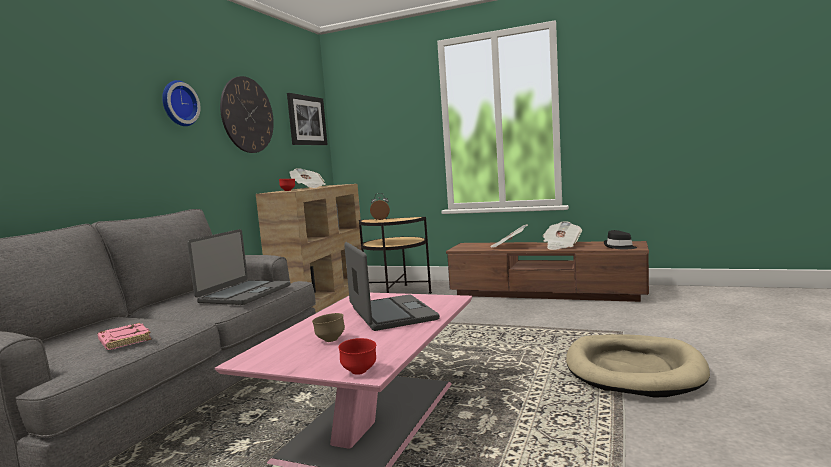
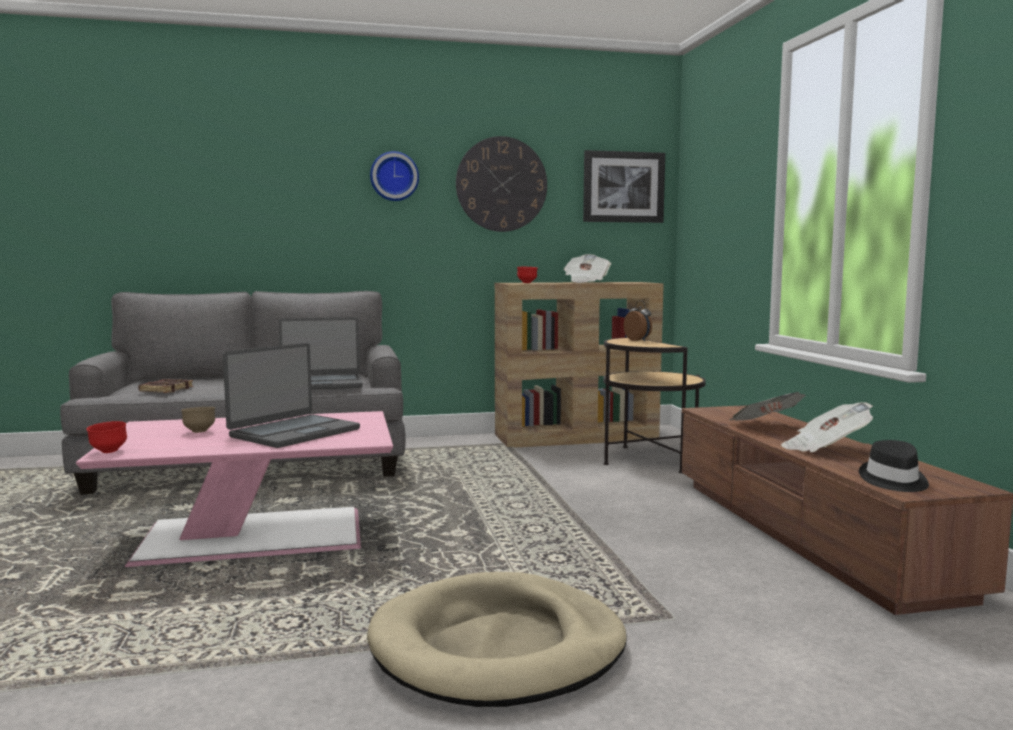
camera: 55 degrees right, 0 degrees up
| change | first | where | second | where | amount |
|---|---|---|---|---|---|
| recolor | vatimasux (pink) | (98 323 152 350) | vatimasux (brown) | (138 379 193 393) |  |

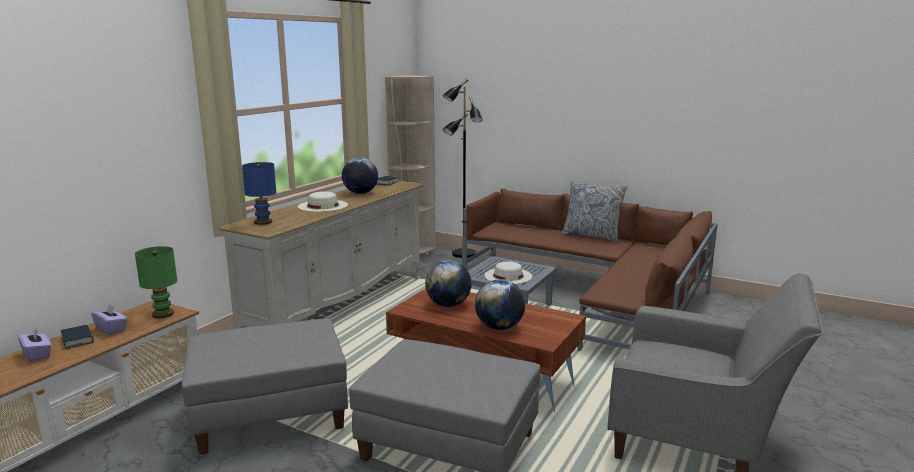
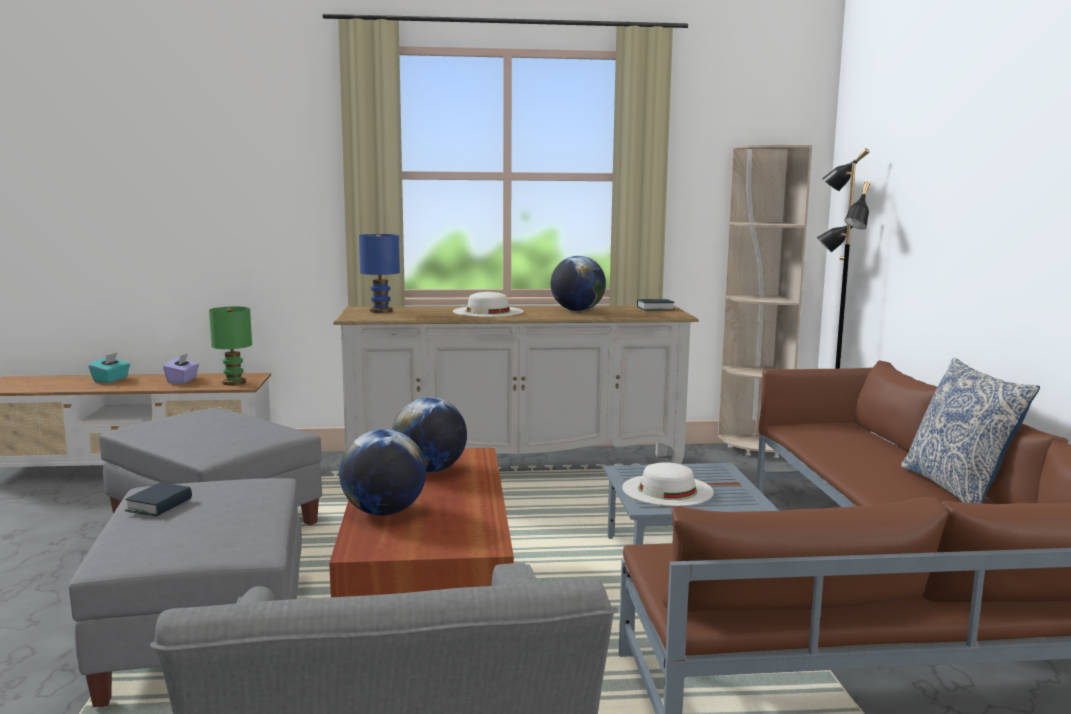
camera: 55 degrees right, 5 degrees down
| change | first | where | second | where | amount |
|---|---|---|---|---|---|
| recolor | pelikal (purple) | (18 328 51 363) | pelikal (turquoise) | (89 352 130 383) |  |
| move | vatimasux | (61 325 94 349) |  | (125 482 192 516) |  |

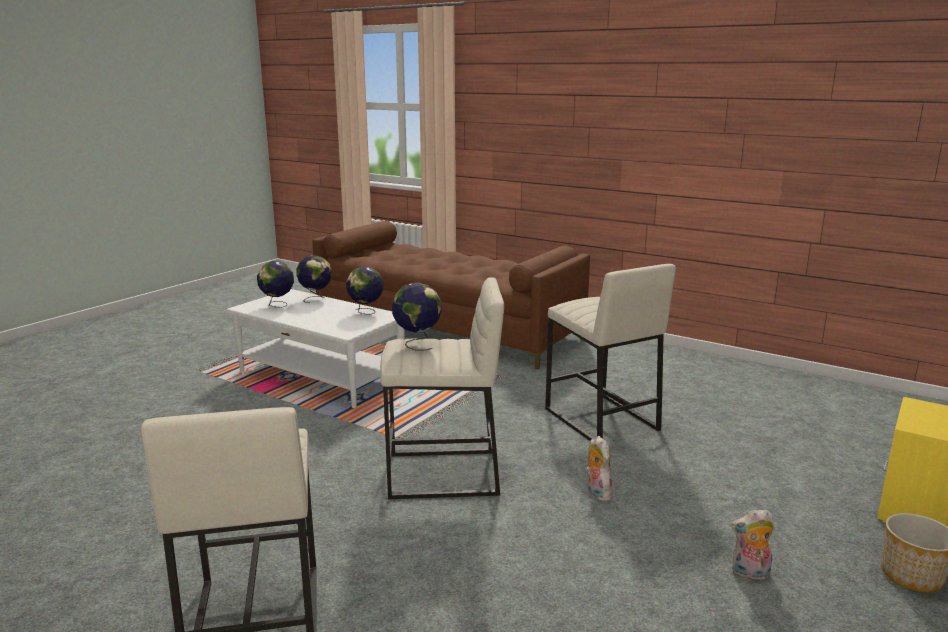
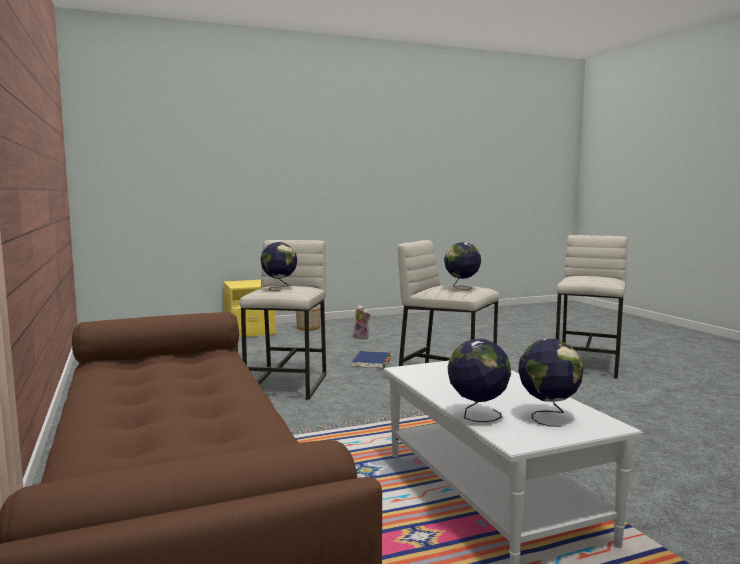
camera: 145 degrees left, 10 degrees down
| change | first | where | second | where | amount |
|---|---|---|---|---|---|
| move | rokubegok | (346 267 383 315) |  | (261 242 297 291) |  |
| replace | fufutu | (585 436 613 501) | vatimasux (blue) | (352 351 391 368) |  |

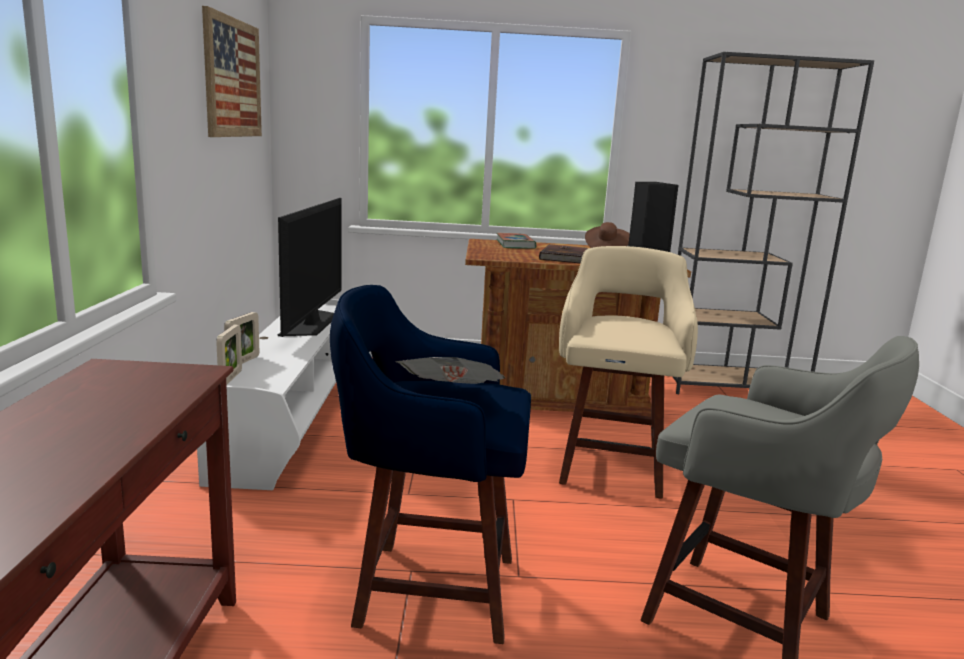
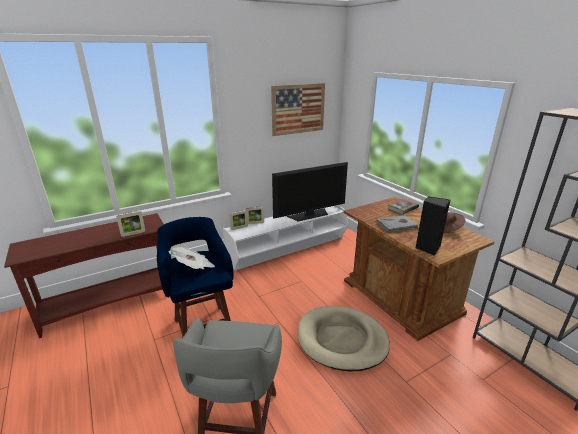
camera: 60 degrees right, 10 degrees up
| change | first | where | second | where | amount |
|---|---|---|---|---|---|
| recolor | vatimasux (brown) | (539 244 588 263) | vatimasux (grey) | (376 215 420 233) |  |
| replace | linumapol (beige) | (559 246 698 498) | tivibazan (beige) | (298 306 390 372) |  |
| insert |  |  | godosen | (117 211 145 237) |  |

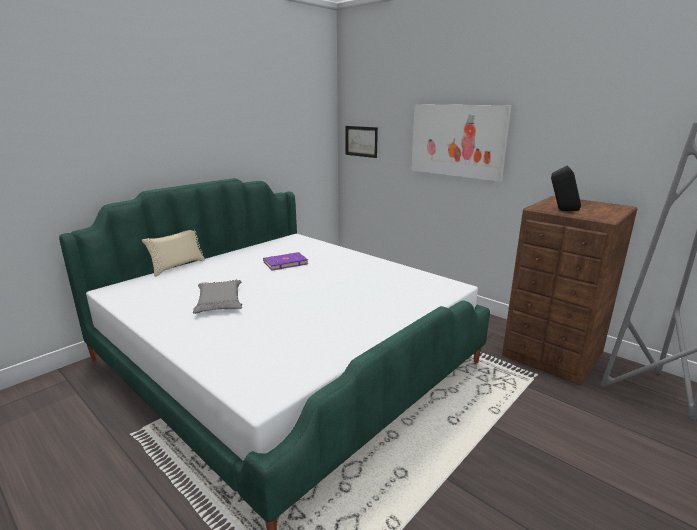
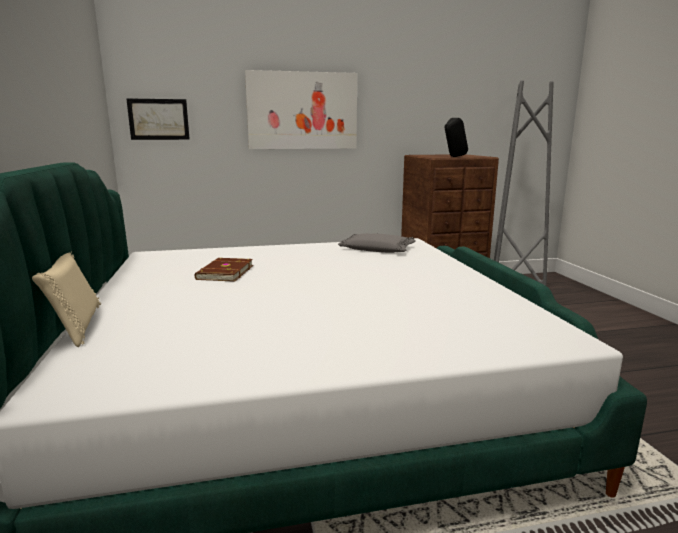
camera: 55 degrees left, 5 degrees down
| change | first | where | second | where | amount |
|---|---|---|---|---|---|
| move | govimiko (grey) | (193 279 242 314) |  | (338 233 416 253) |  |
| recolor | vatimasux (purple) | (263 252 308 271) | vatimasux (brown) | (195 258 253 282) |  |

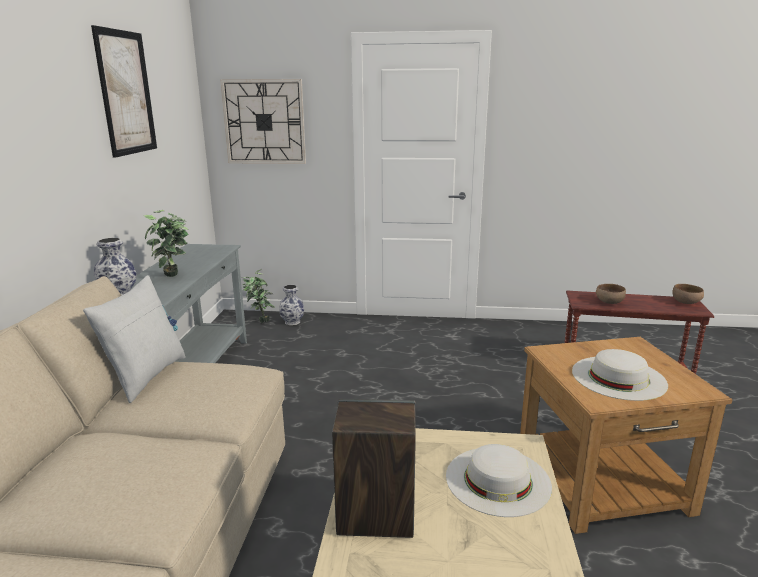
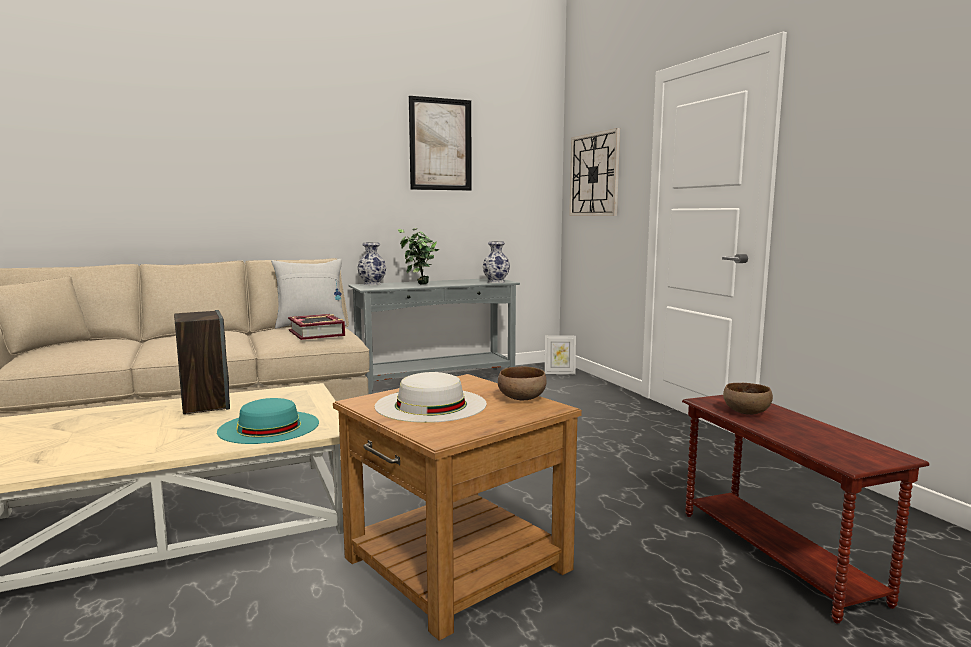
camera: 60 degrees right, 10 degrees down
| change | first | where | second | where | amount |
|---|---|---|---|---|---|
| replace | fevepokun | (242 269 275 323) | godosen | (545 335 576 374) |  |
| move | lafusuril | (279 285 304 325) |  | (483 241 510 283) |  |
| recolor | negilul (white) | (446 444 552 517) | negilul (turquoise) | (217 398 319 444) |  |
| move | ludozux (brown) | (672 284 704 304) |  | (498 366 546 400) |  |
| insert |  |  | vatimasux | (288 314 345 340) |  |

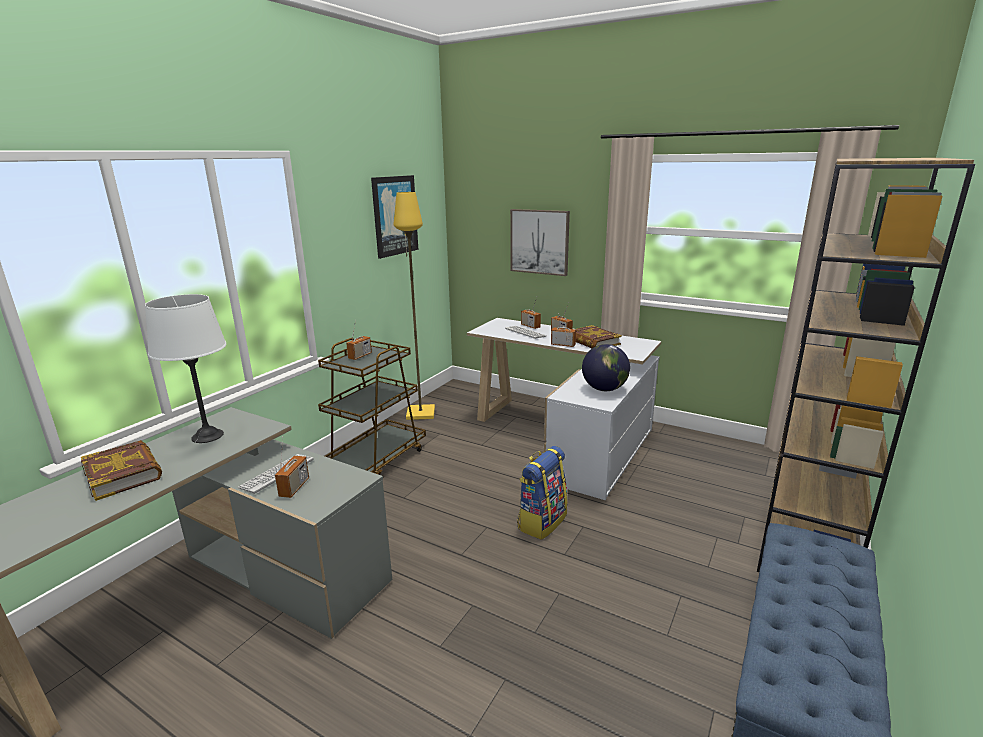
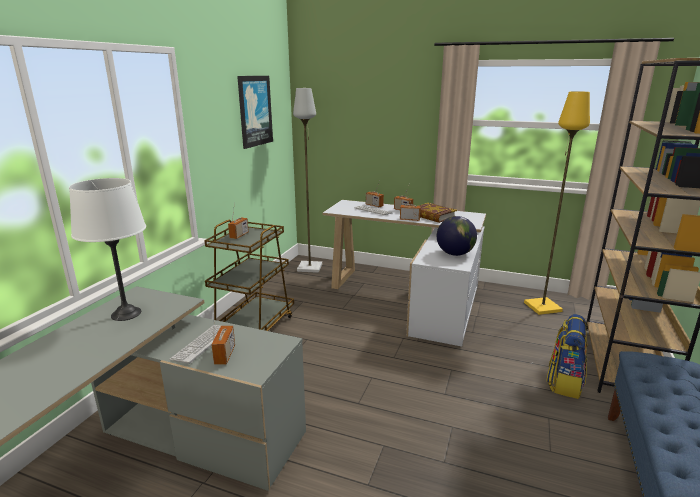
camera: 10 degrees left, 0 degrees up
| change | first | where | second | where | amount |
|---|---|---|---|---|---|
| delete | vatimasux | (81 440 162 501) |  |  |  |
| move | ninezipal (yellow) | (394 192 435 420) |  | (524 91 590 315) |  |
| delete | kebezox | (510 209 570 276) |  |  |  |
| move | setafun | (517 446 568 540) |  | (546 314 588 399) |  |
| insert |  |  | ninezipal (grey) | (293 88 322 273) |  |

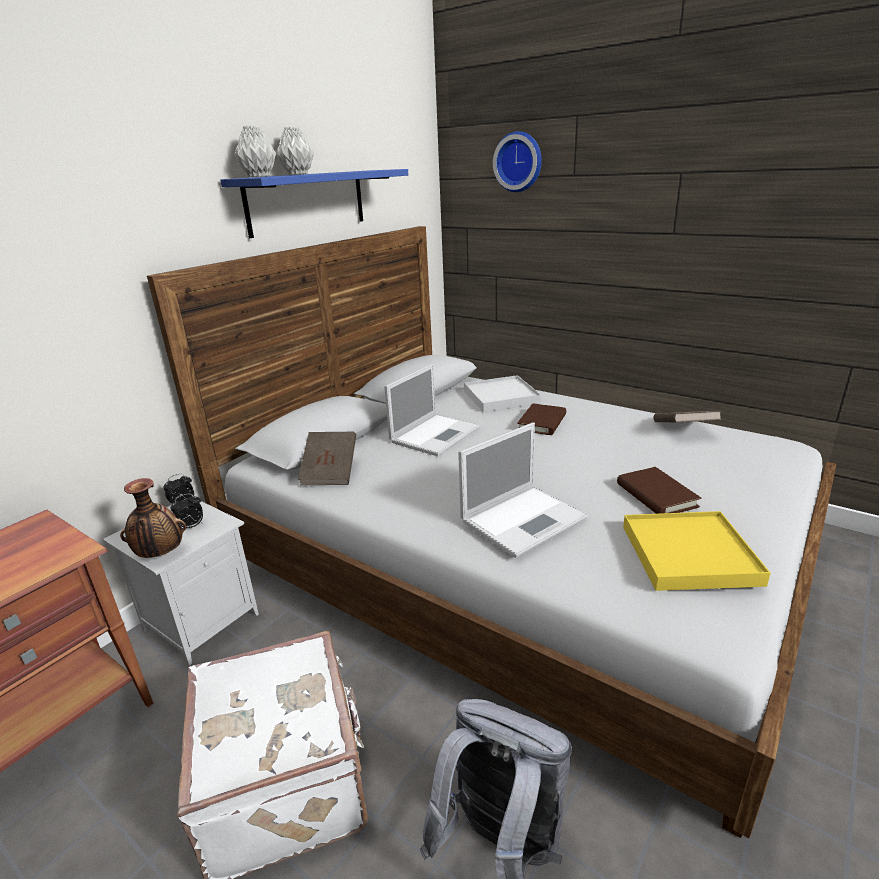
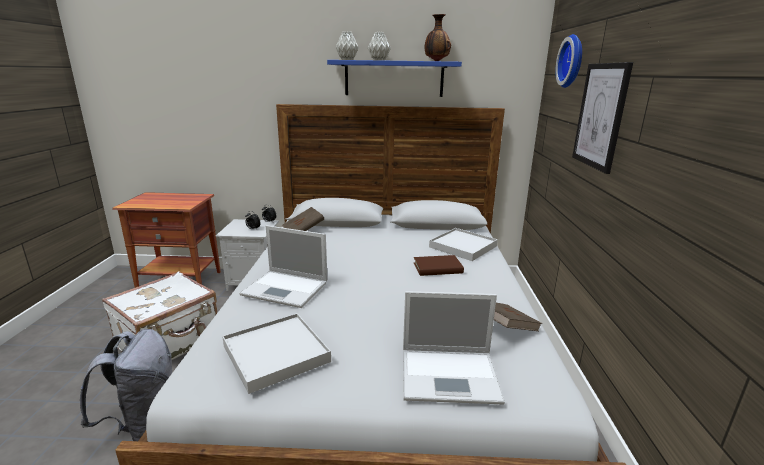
camera: 55 degrees right, 5 degrees down
| change | first | where | second | where | amount |
|---|---|---|---|---|---|
| move | lafusuril | (120 478 186 558) |  | (425 14 451 61) |  |
| move | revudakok | (384 364 480 456) |  | (403 291 505 405) |  |
| delete | vatimasux (brown) | (617 467 701 514) |  |  |  |
| recolor | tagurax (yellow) | (623 511 770 591) | tagurax (white) | (222 313 331 394) |  |
| insert |  |  | kebezox | (572 62 633 174) |  |

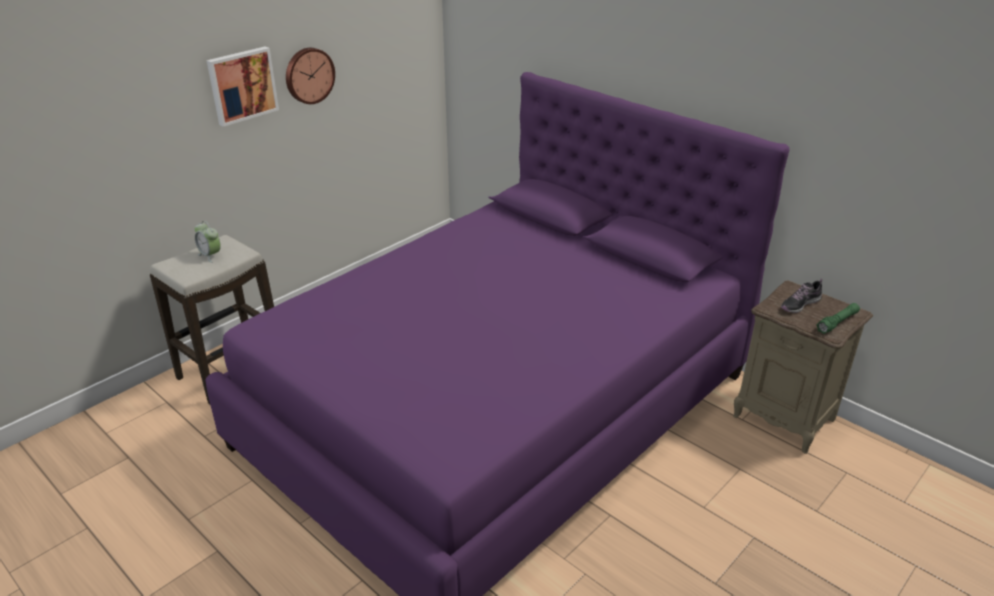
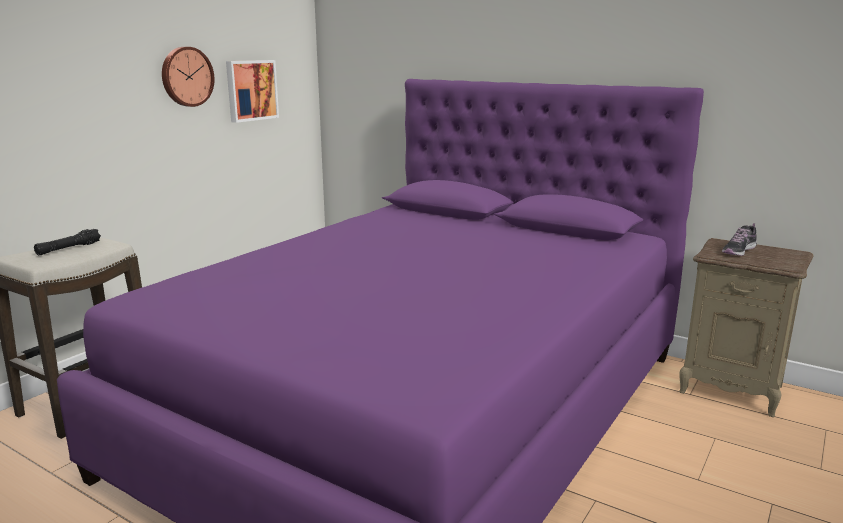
camera: 10 degrees left, 15 degrees down
| change | first | where | second | where | amount |
|---|---|---|---|---|---|
| replace | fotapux | (194 221 221 263) | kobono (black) | (34 229 101 255) |  |
| move | kebezox | (206 47 279 127) |  | (226 60 279 123) |  |
| delete | kobono (green) | (816 303 860 334) |  |  |  |

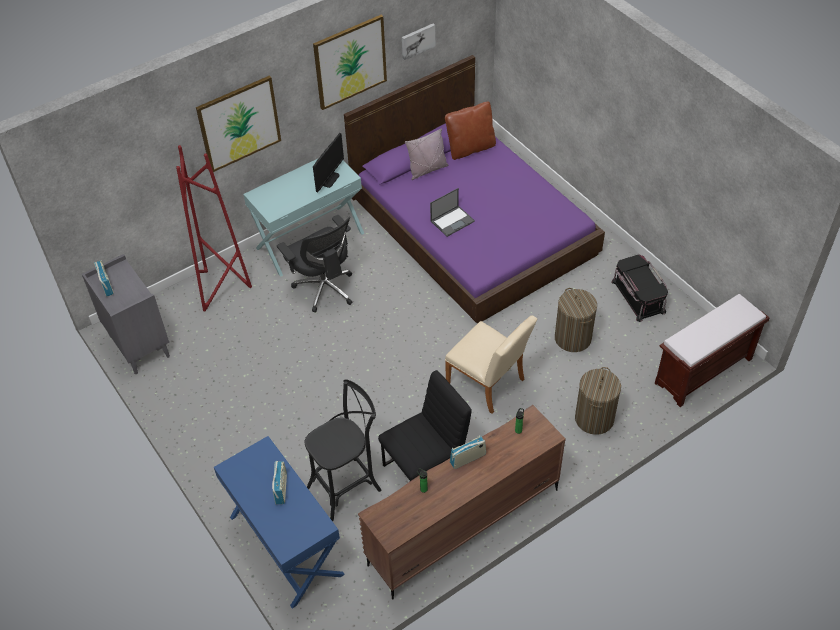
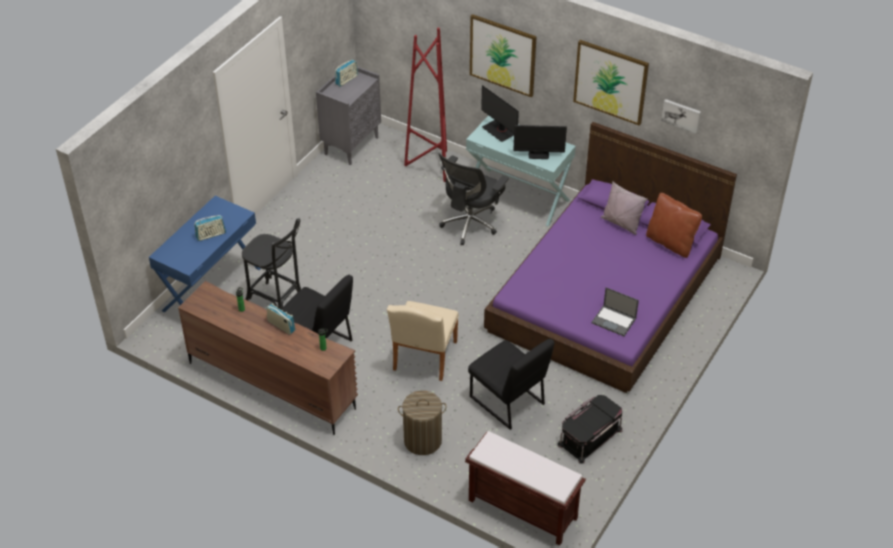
camera: 65 degrees right, 5 degrees down
| change | first | where | second | where | amount |
|---|---|---|---|---|---|
| move | revudakok | (430 188 475 237) |  | (592 287 639 336) |  |
| replace | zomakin | (555 288 597 352) | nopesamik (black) | (468 339 555 430) |  |
| insert |  |  | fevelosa | (481 85 519 142) |  |

